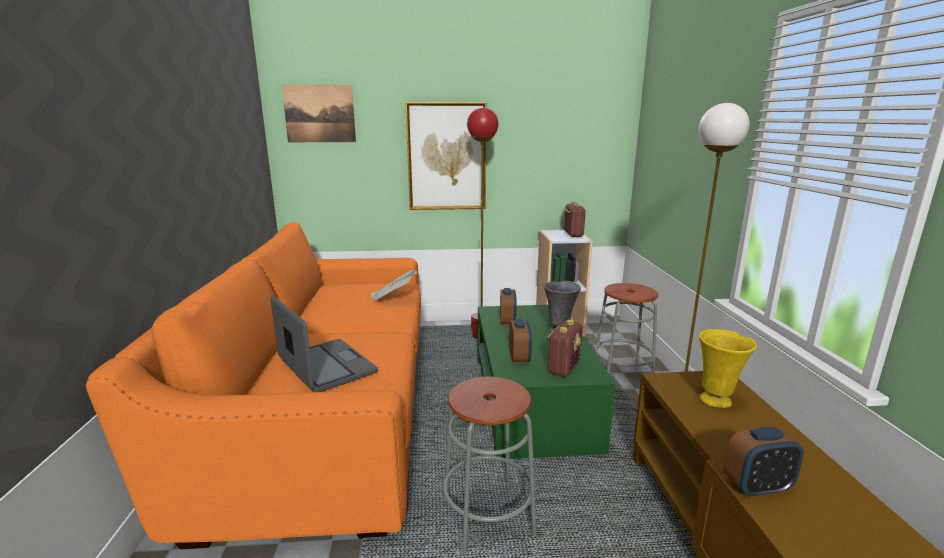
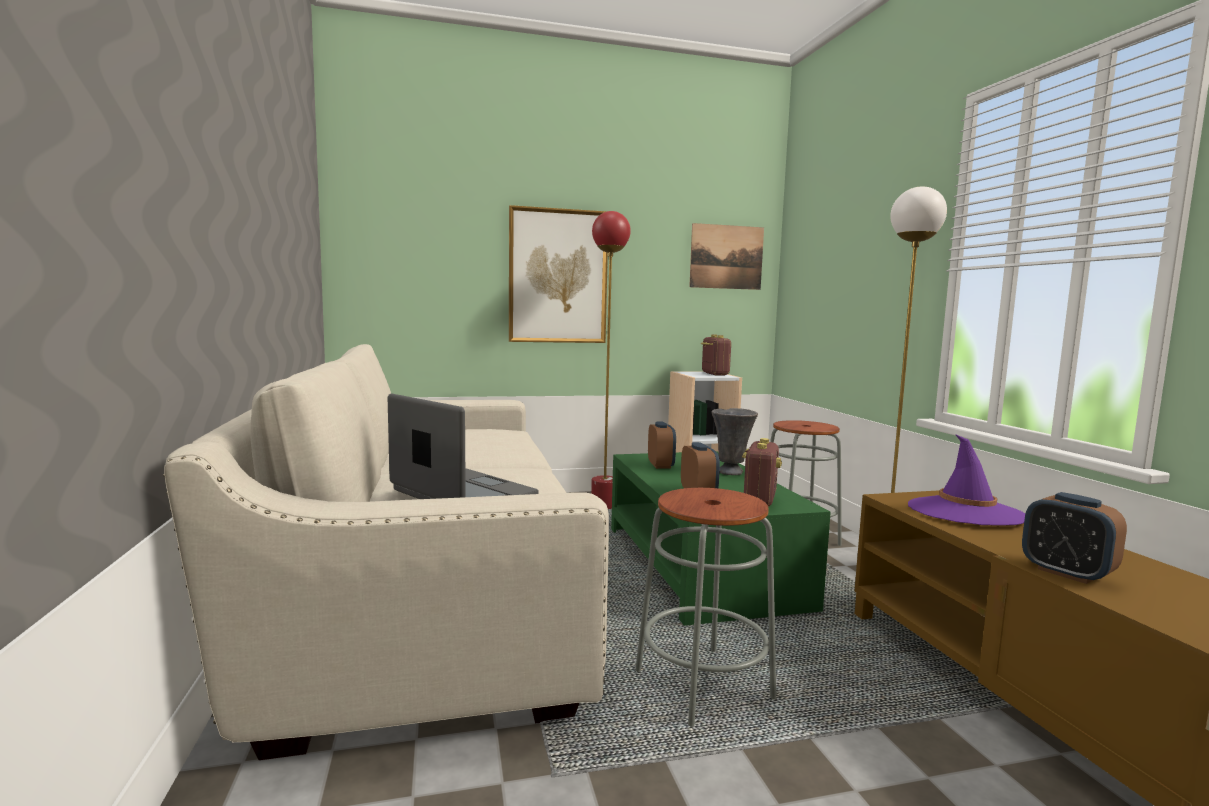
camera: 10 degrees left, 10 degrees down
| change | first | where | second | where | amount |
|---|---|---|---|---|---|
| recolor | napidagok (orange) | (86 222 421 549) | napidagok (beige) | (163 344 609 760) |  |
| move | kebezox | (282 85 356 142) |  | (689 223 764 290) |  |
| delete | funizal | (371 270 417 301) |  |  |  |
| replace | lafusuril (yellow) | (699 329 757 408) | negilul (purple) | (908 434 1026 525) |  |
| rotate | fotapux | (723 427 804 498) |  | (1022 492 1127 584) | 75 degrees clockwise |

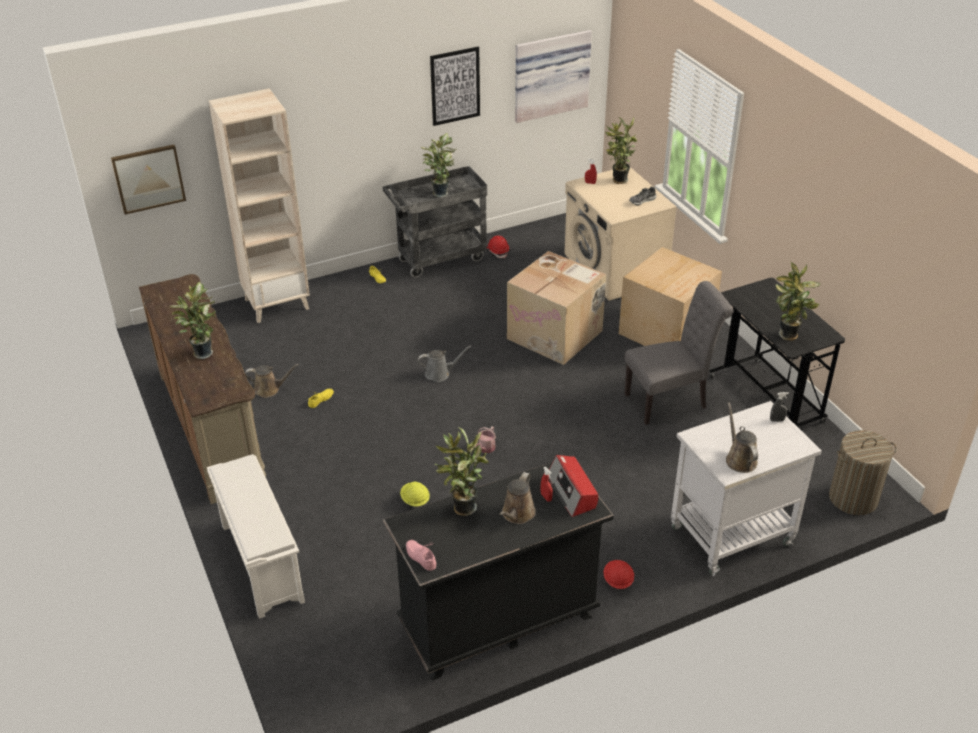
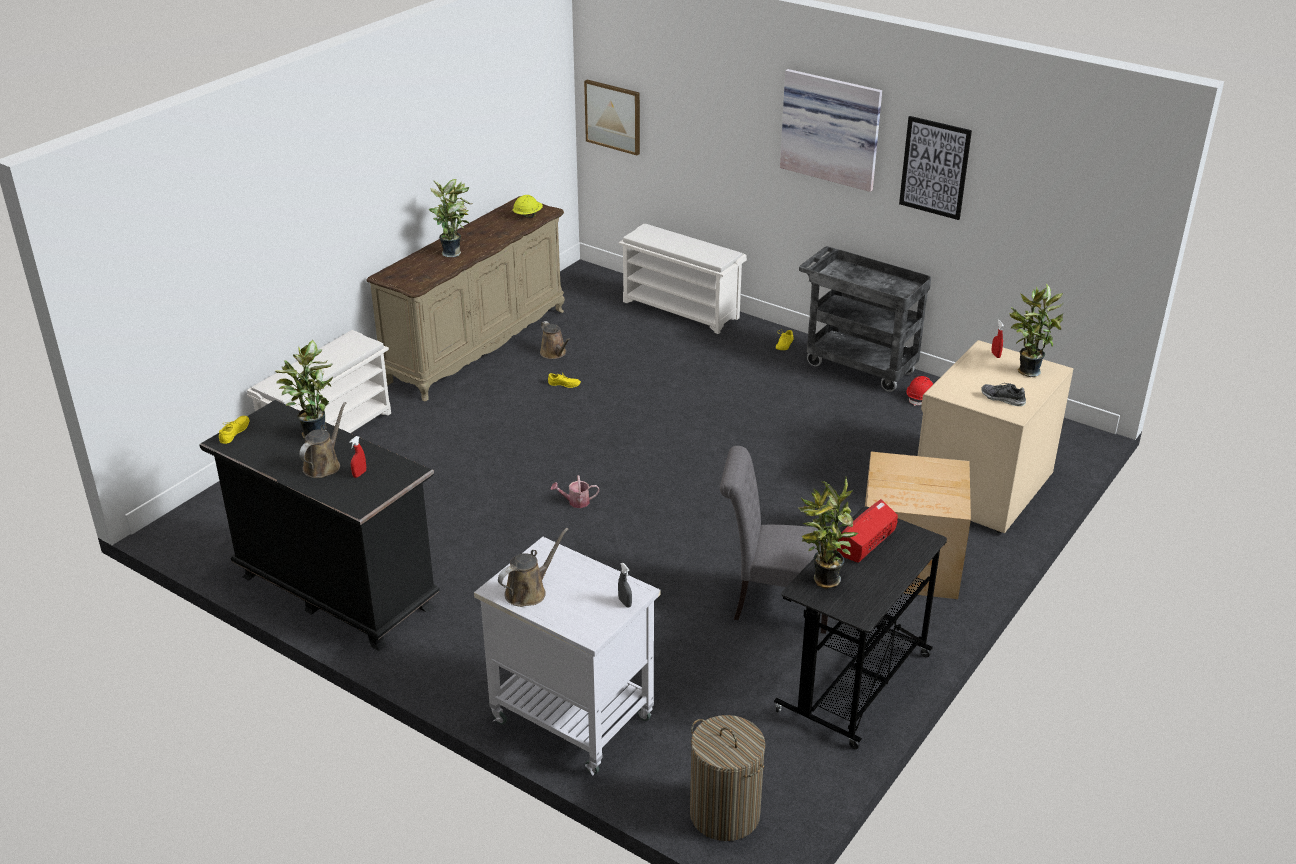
camera: 60 degrees right, 5 degrees down
| change | first | where | second | where | amount |
|---|---|---|---|---|---|
| replace | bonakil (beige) | (209 88 310 323) | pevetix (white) | (619 224 747 334) |  |
| move | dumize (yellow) | (400 482 430 506) |  | (513 195 543 218) |  |
| recolor | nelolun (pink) | (406 540 436 571) | nelolun (yellow) | (219 416 249 444) |  |
| delete | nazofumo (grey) | (418 346 471 382) |  |  |  |
| delete | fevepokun | (421 133 456 197) |  |  |  |
| rotate | nazofumo (brown) | (499 472 536 524) |  | (299 402 346 478) | 120 degrees clockwise |
| delete | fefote | (507 251 606 365) |  |  |  |
| move | kebezox | (515 30 592 123) |  | (780 69 882 192) |  |
| move | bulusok | (548 455 598 517) |  | (837 499 898 563) |  |
| delete | dumize (red) | (604 560 634 589) |  |  |  |
| rotate | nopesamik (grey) | (625 281 733 425) |  | (720 446 833 634) | 150 degrees clockwise |

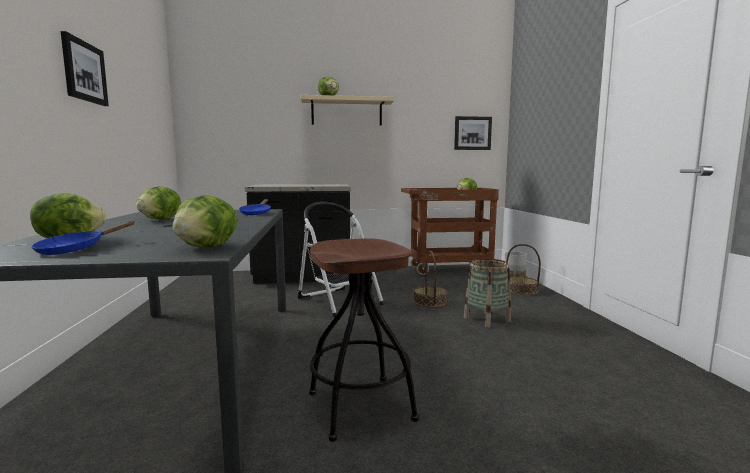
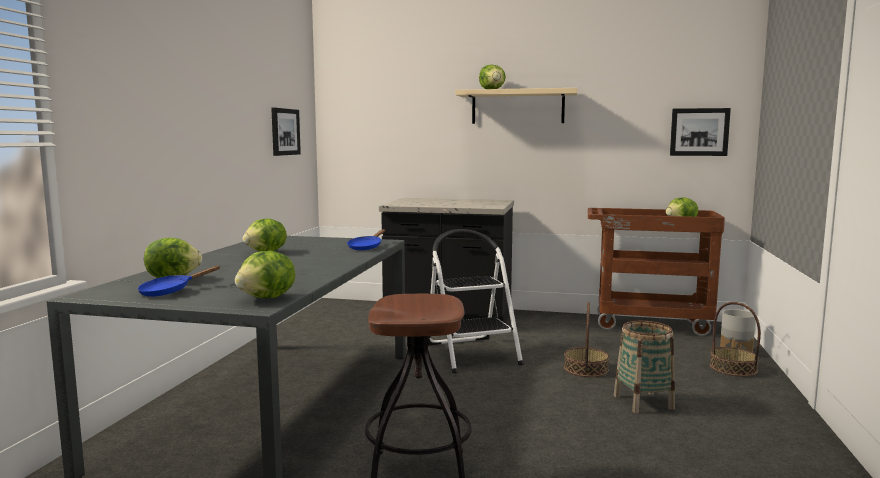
camera: 20 degrees right, 0 degrees up
| change | first | where | second | where | amount |
|---|---|---|---|---|---|
| move | kebezox | (61 31 109 106) |  | (271 108 301 156) |  |

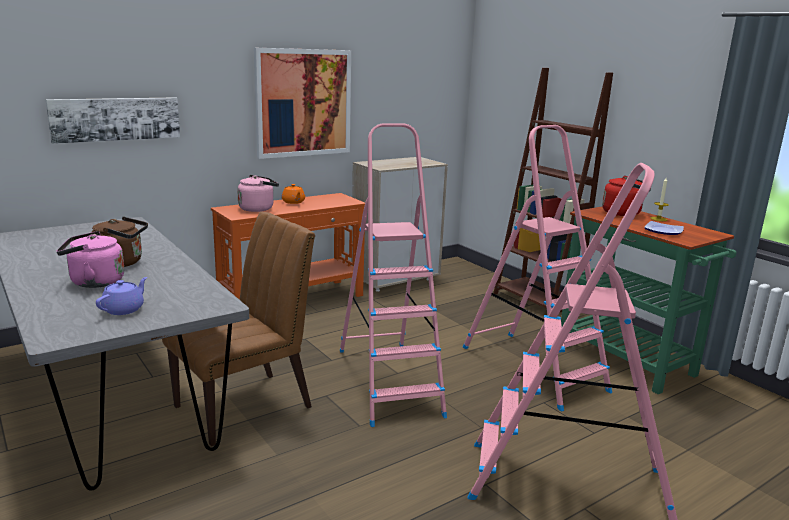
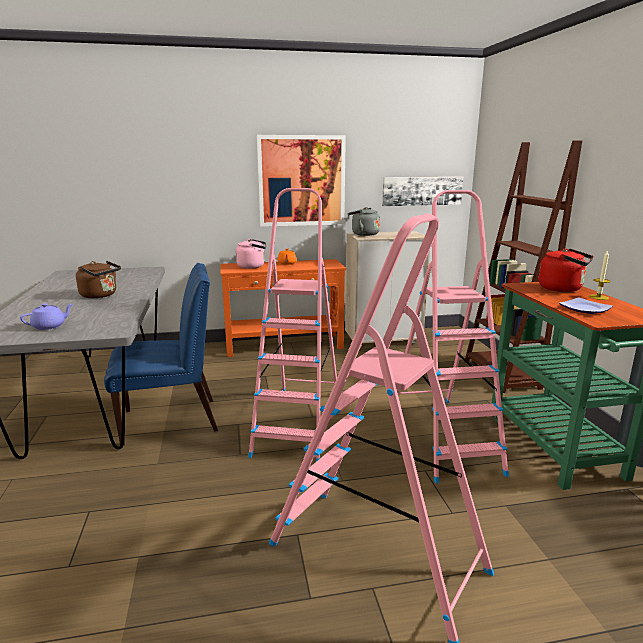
camera: 25 degrees right, 0 degrees up
| change | first | where | second | where | amount |
|---|---|---|---|---|---|
| move | kebezox | (46 97 180 144) |  | (382 176 463 206) |  |
| delete | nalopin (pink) | (57 231 124 288) |  |  |  |
| recolor | nopesamik (brown) | (162 211 315 446) | nopesamik (blue) | (104 263 218 445) |  |
| insert |  |  | nalopin (grey) | (348 207 380 236) |  |

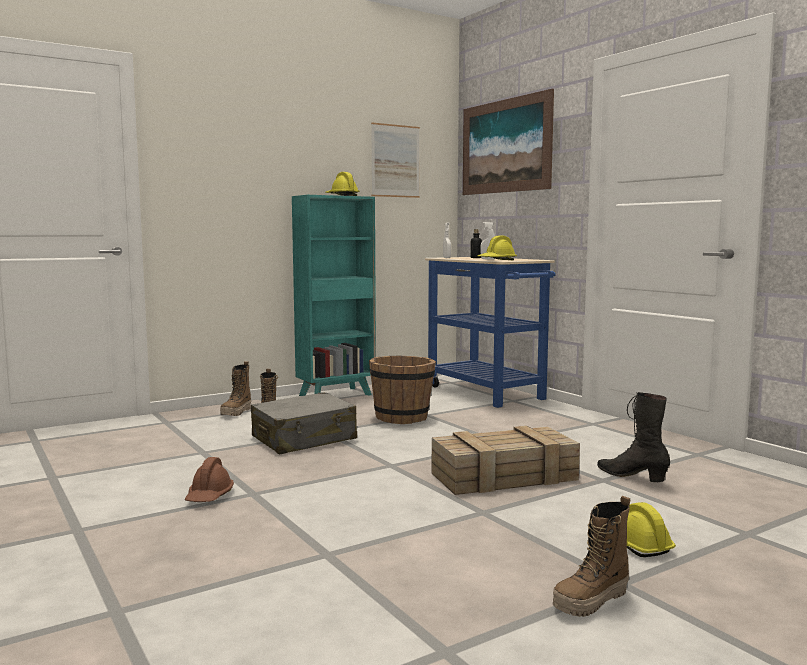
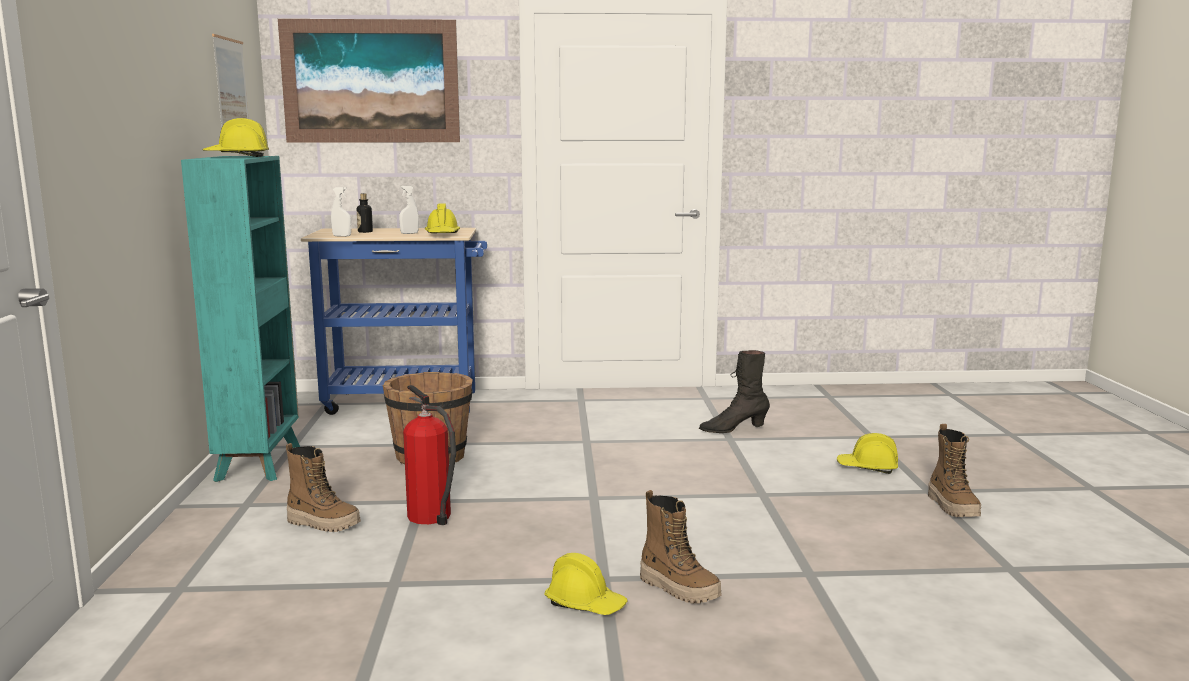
camera: 60 degrees left, 5 degrees up
| change | first | where | second | where | amount |
|---|---|---|---|---|---|
| recolor | dumize (brown) | (184 457 234 502) | dumize (yellow) | (545 553 628 615) |  |
| move | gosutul | (220 361 251 416) |  | (640 490 722 604) |  |
| replace | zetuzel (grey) | (251 392 357 455) | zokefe | (403 385 456 525) |  |
| delete | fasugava | (432 426 580 495) |  |  |  |

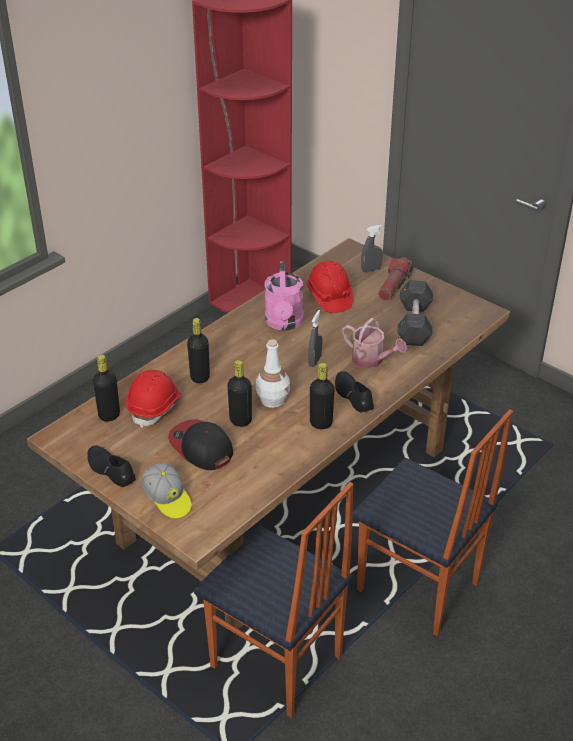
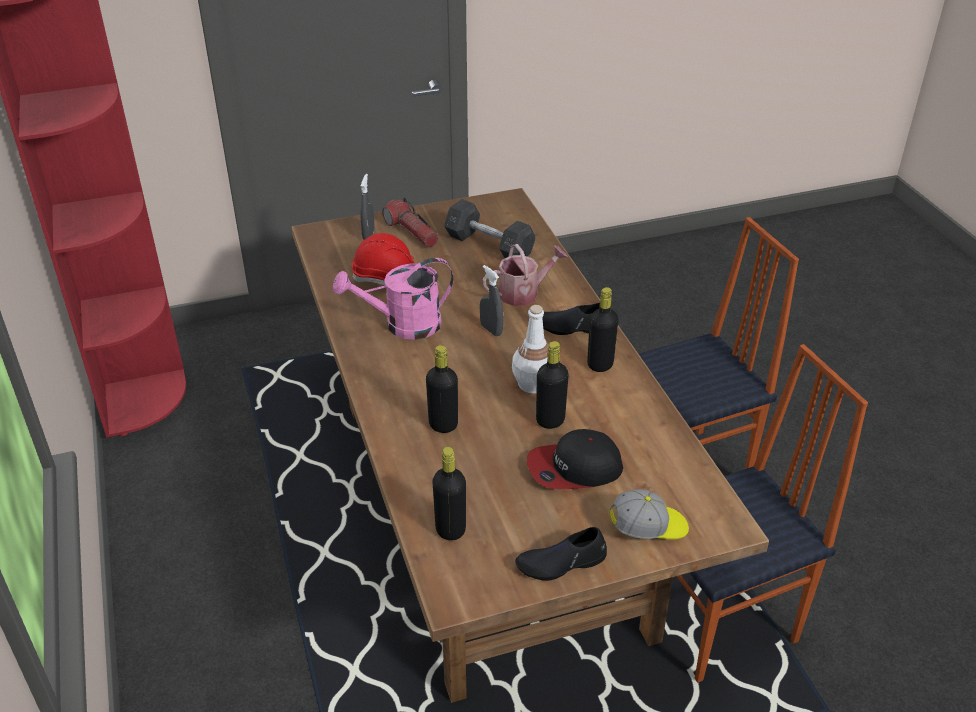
camera: 60 degrees left, 0 degrees up
| change | first | where | second | where | amount |
|---|---|---|---|---|---|
| delete | dumize (red) | (126 370 182 428) |  |  |  |
| rotate | nazofumo (pink) | (265 261 303 331) |  | (333 258 454 340) | 135 degrees clockwise |

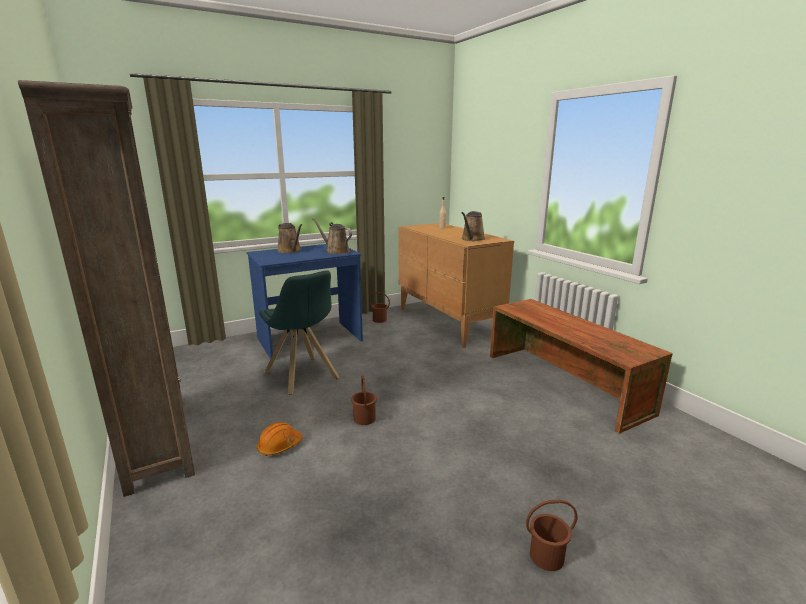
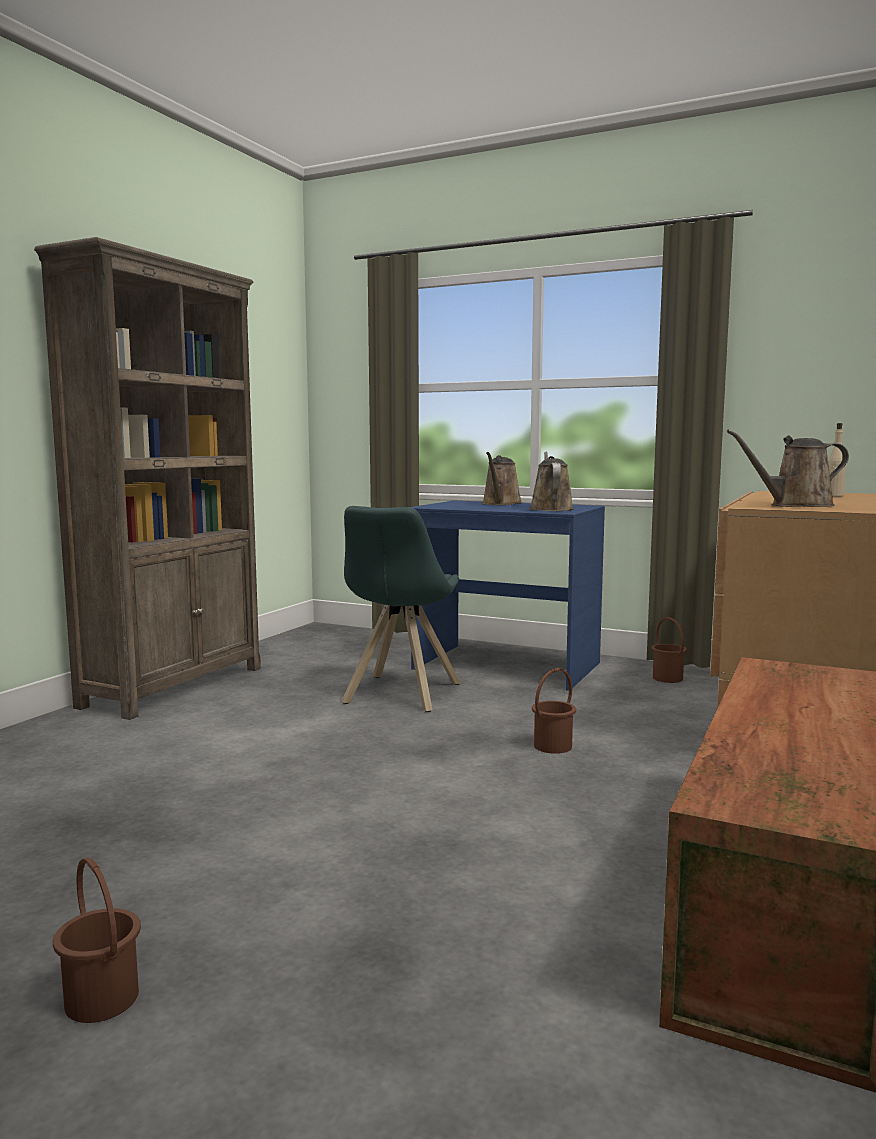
camera: 55 degrees right, 10 degrees down
| change | first | where | second | where | amount |
|---|---|---|---|---|---|
| delete | dumize (orange) | (257 422 302 456) |  |  |  |
| move | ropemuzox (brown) | (351 375 377 425) |  | (532 668 576 754) |  |

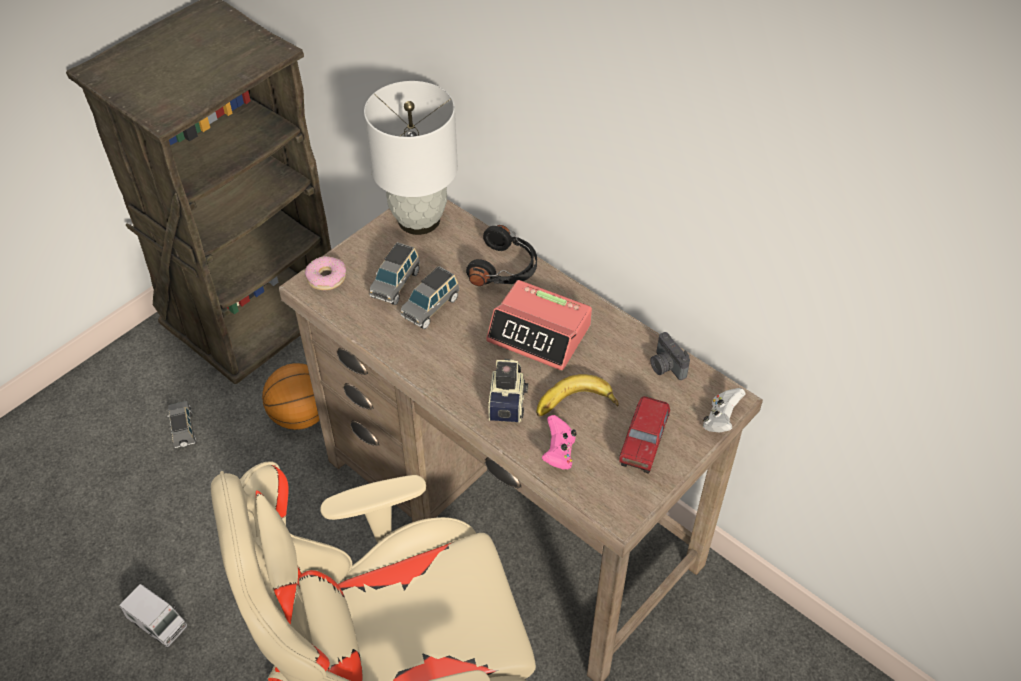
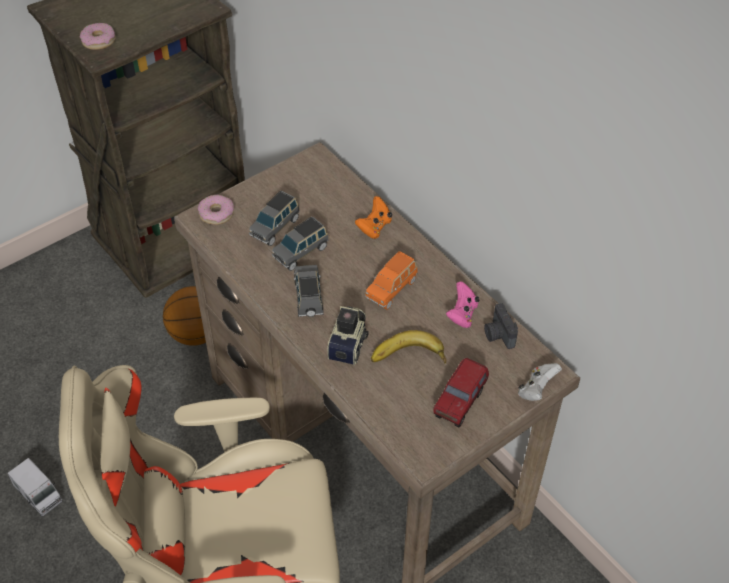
camera: 10 degrees right, 0 degrees up
| change | first | where | second | where | amount |
|---|---|---|---|---|---|
| move | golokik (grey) | (167 401 197 448) |  | (294 265 324 317) |  |
| delete | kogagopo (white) | (364 81 458 235) |  |  |  |
| replace | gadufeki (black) | (466 225 537 286) | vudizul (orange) | (355 196 392 239) |  |
| replace | fotapux | (486 280 592 371) | golokik (orange) | (365 251 417 310) |  |
| move | vudizul (pink) | (542 415 577 470) |  | (446 282 480 328) |  |
| insert |  |  | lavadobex | (80 23 116 50) |  |

